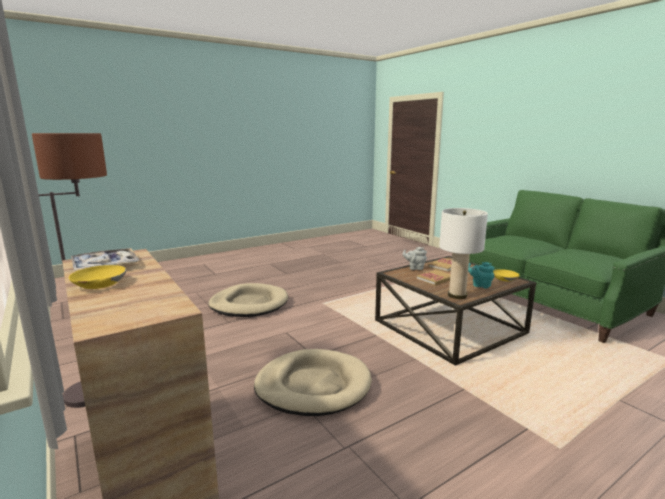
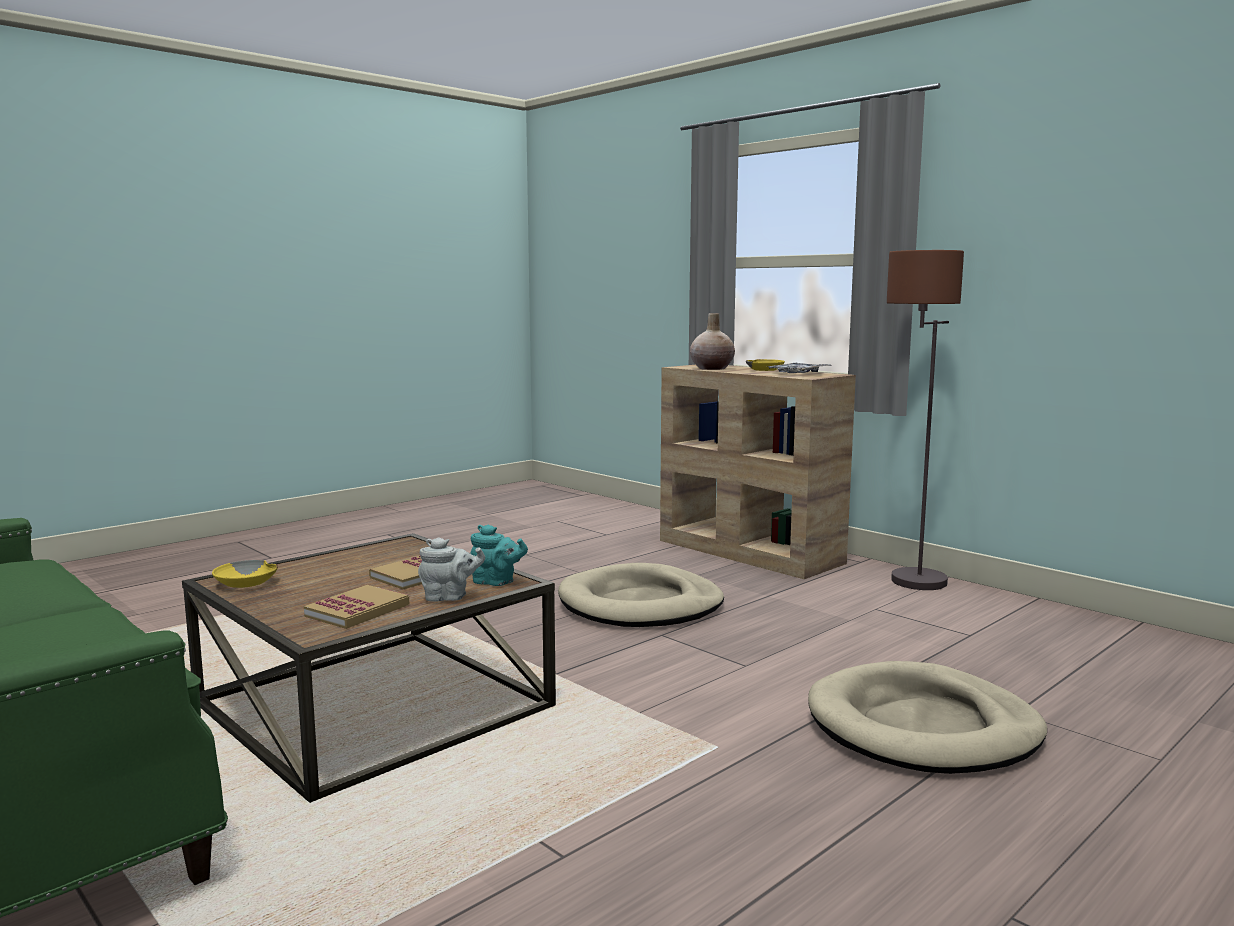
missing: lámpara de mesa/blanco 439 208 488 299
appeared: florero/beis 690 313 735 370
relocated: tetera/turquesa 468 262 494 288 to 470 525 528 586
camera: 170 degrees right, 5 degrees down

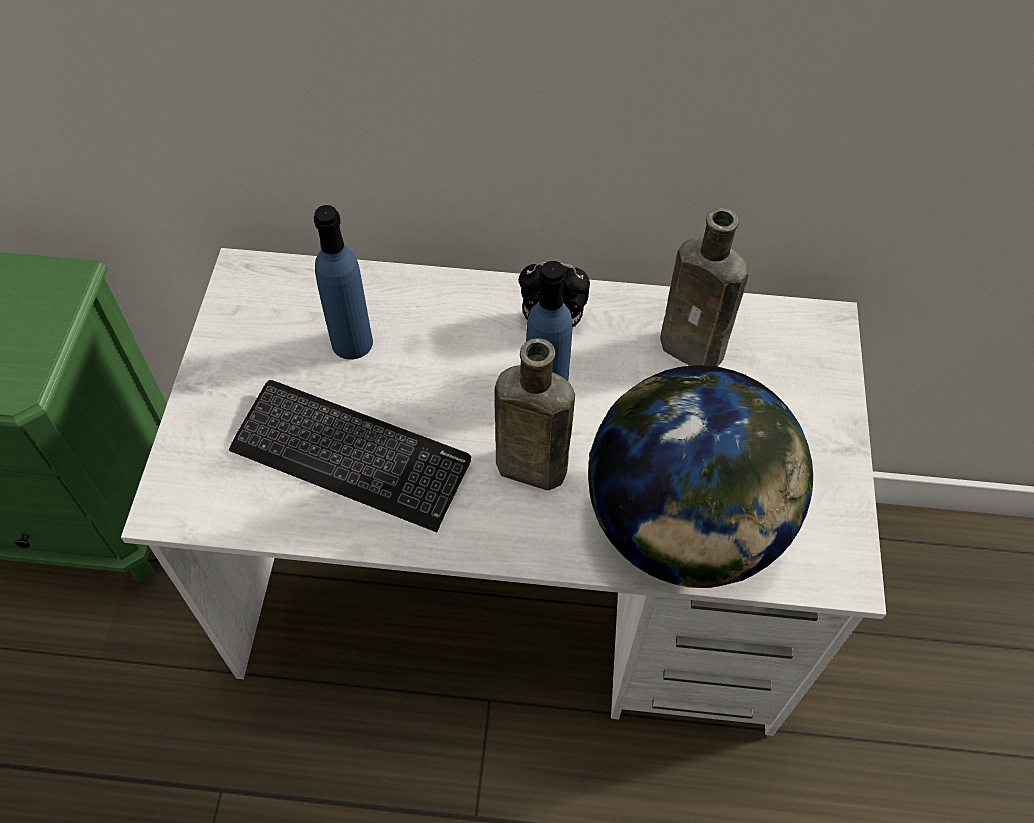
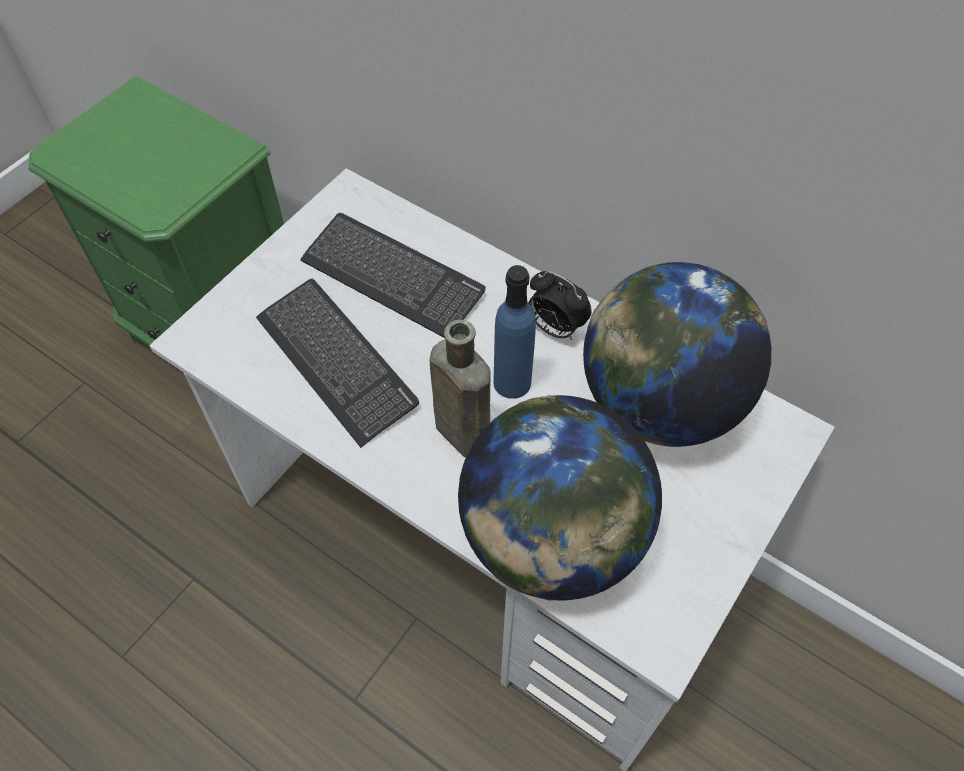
exchanged: botella/azul 314 205 373 360 to teclado 300 213 486 338; botella/marrón 660 208 749 367 to globo terráqueo 583 262 771 447
camera: 30 degrees right, 0 degrees up

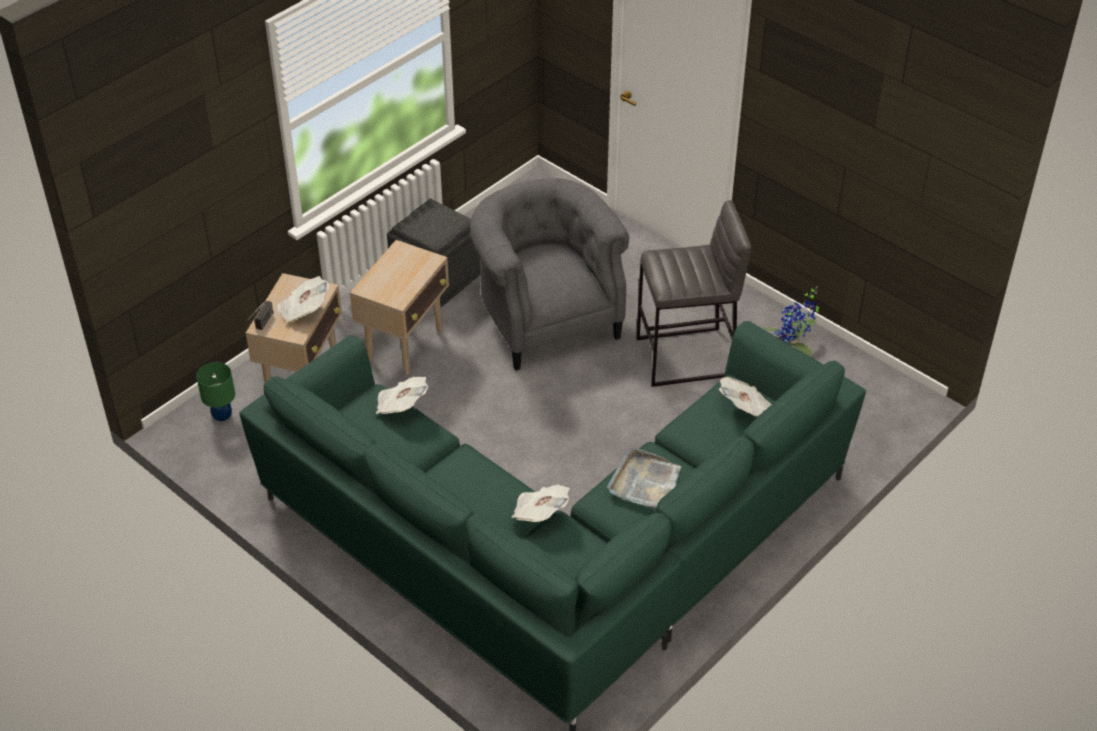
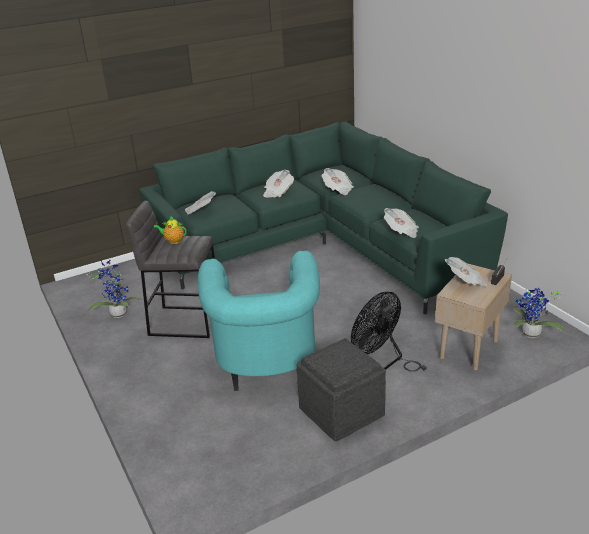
appeared: tetera 153 216 187 244
exchanged: bandeja/gris 607 448 681 509 to periódico 263 170 294 198; mesa auxiliar/beis 350 240 449 374 to ventilador/negro 351 292 427 372; lámpara de mesa/verde 196 362 235 421 to planta en maceta 512 288 564 338
colour: sillón/gris 470 178 629 371 to sillón/turquesa 198 251 320 391
camera: 160 degrees left, 15 degrees down

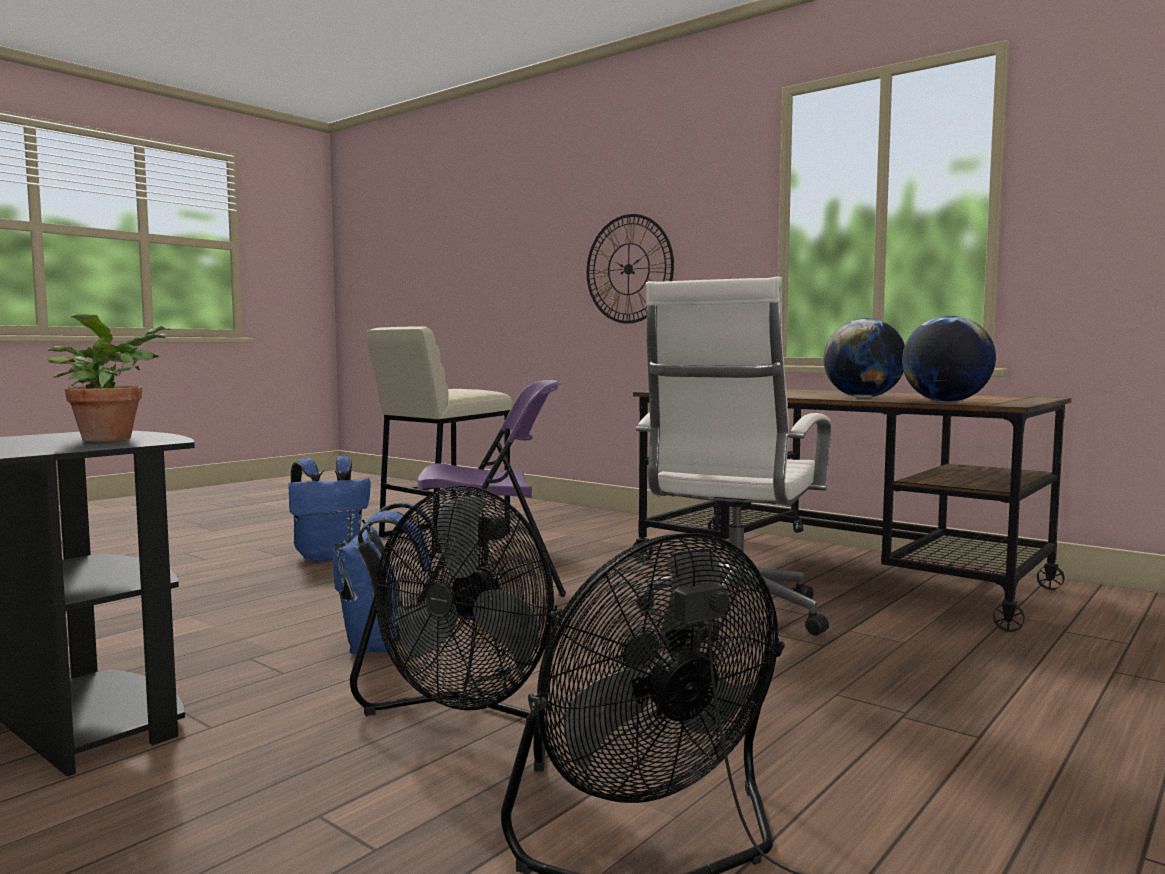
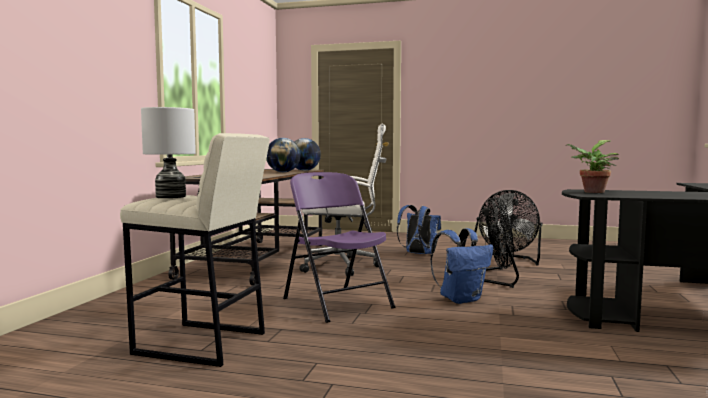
missing: reloj de pared 587 214 674 324
appeared: lámpara de mesa/gris 141 107 196 198
relocated: mochila/azul 288 456 371 562 to 397 205 441 254
camera: 115 degrees left, 0 degrees up

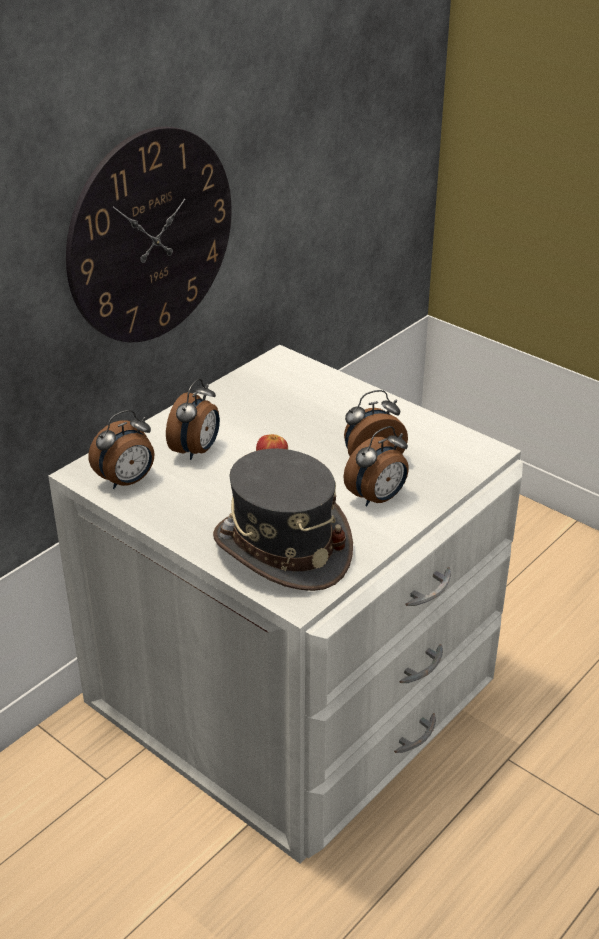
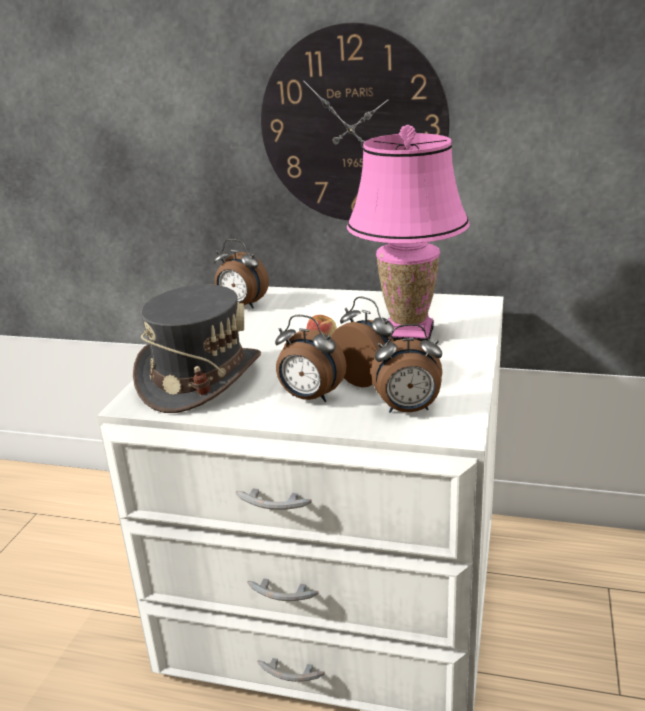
appeared: lámpara de mesa/rosa 347 125 470 341
relocated: despertador 166 379 220 460 to 371 324 442 412
camera: 65 degrees right, 10 degrees down

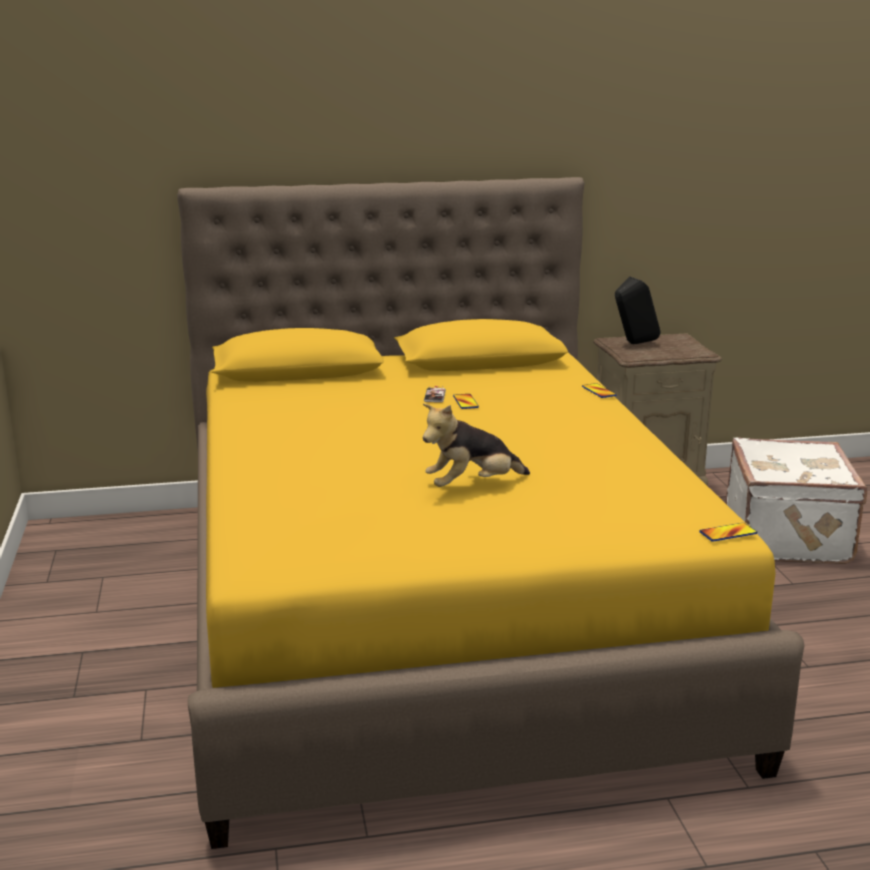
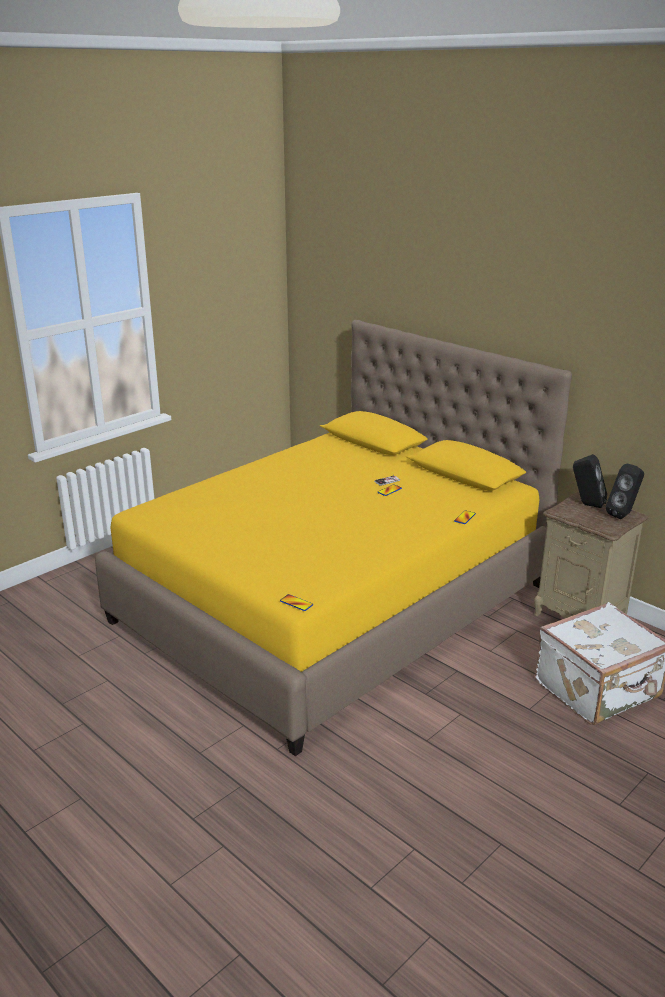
missing: peluche 423 403 530 487
appeared: altavoz/negro 606 463 644 519
camera: 55 degrees right, 5 degrees up

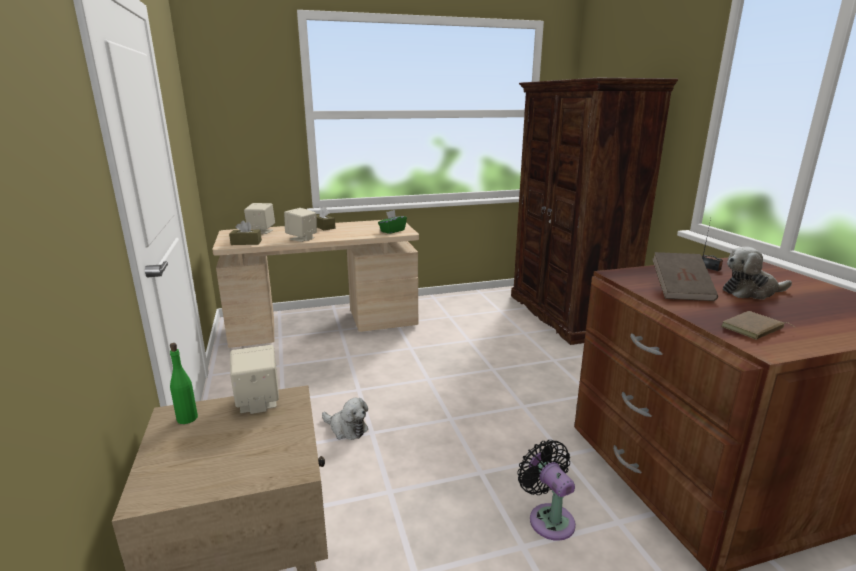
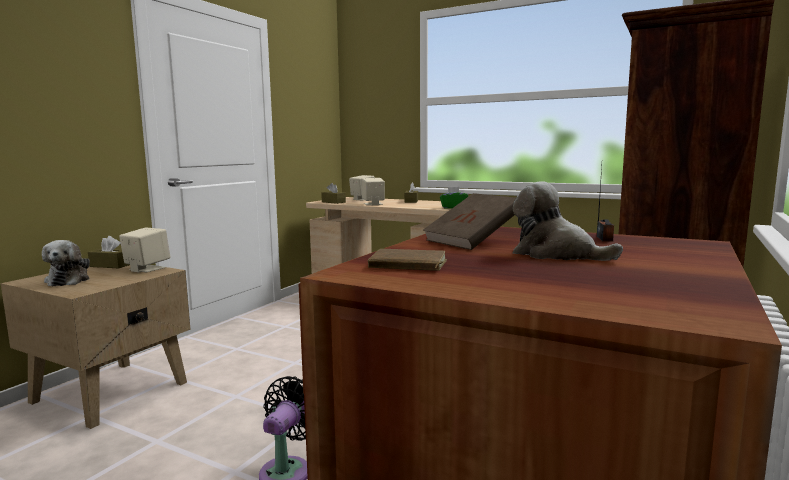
relocated: peluche 322 398 368 440 to 42 240 90 286
exchanged: botella/verde 170 343 198 424 to caja de pañuelos/marrón 88 236 130 268
camera: 45 degrees right, 10 degrees down

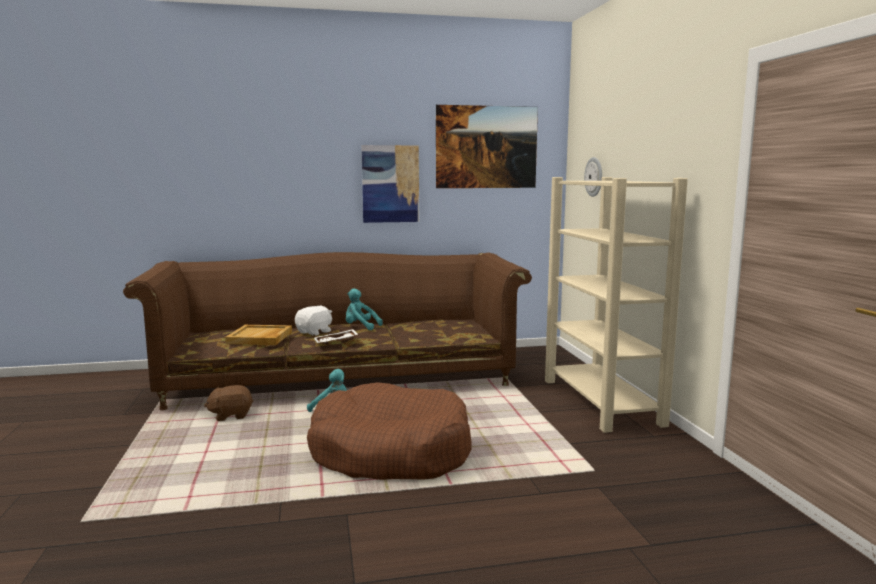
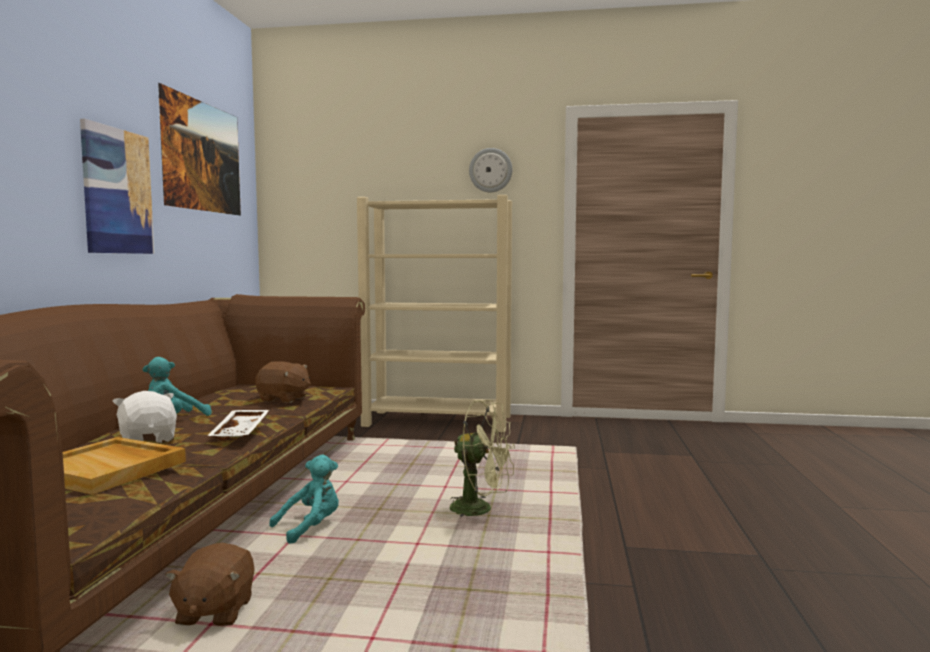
appeared: peluche/marrón 255 361 311 403
relocated: reloj de pared 584 157 602 197 to 469 148 512 192
exchanged: cama para perro/marrón 307 382 472 480 to ventilador/verde 450 400 515 516
camera: 70 degrees left, 5 degrees down

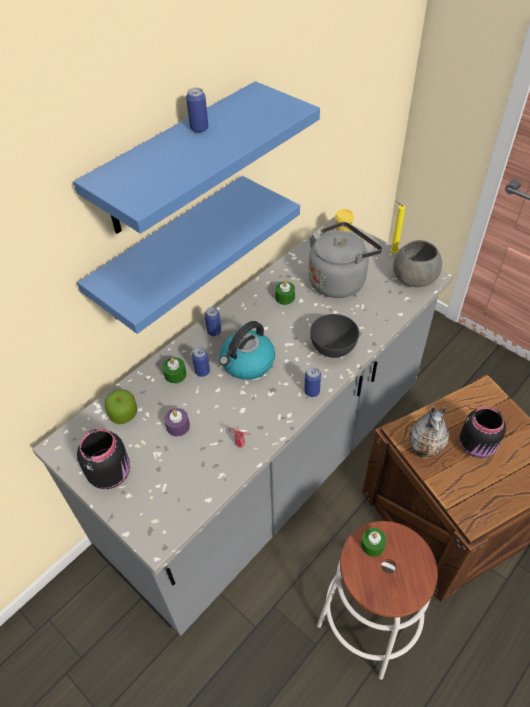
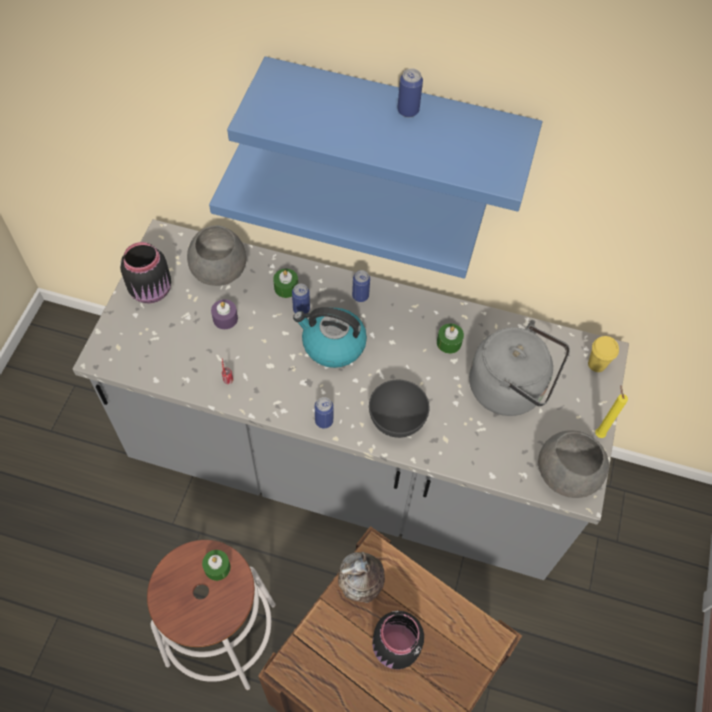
exchanged: manzana 105 389 137 424 to cuenco/gris 187 225 246 286
camera: 60 degrees right, 10 degrees up

